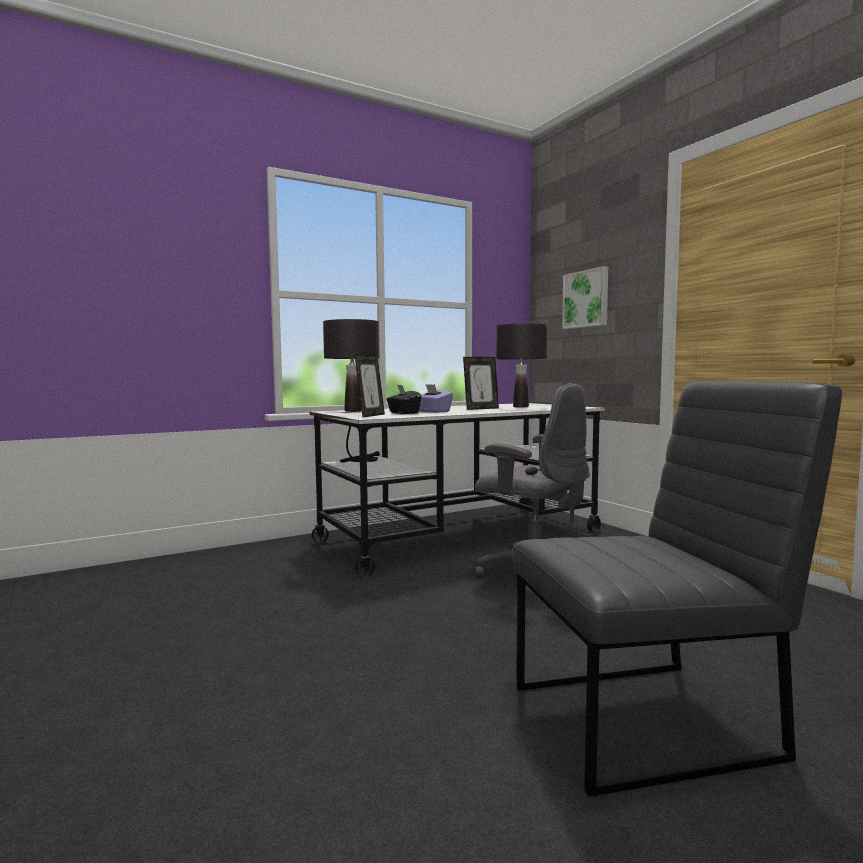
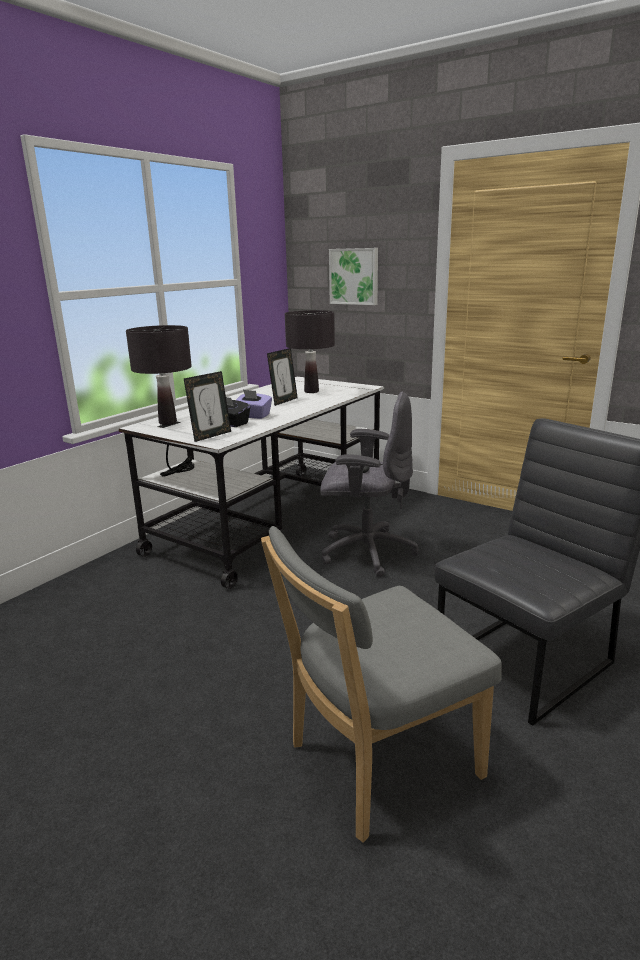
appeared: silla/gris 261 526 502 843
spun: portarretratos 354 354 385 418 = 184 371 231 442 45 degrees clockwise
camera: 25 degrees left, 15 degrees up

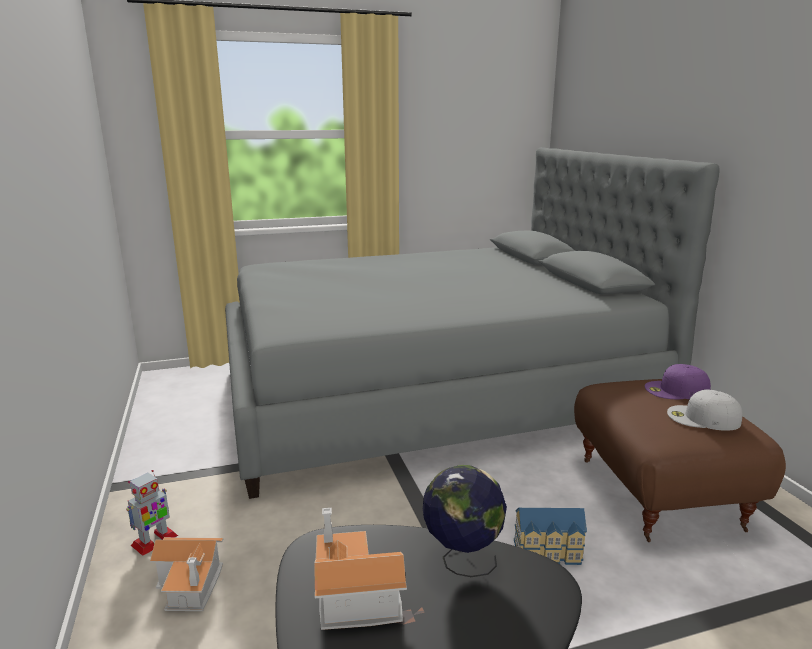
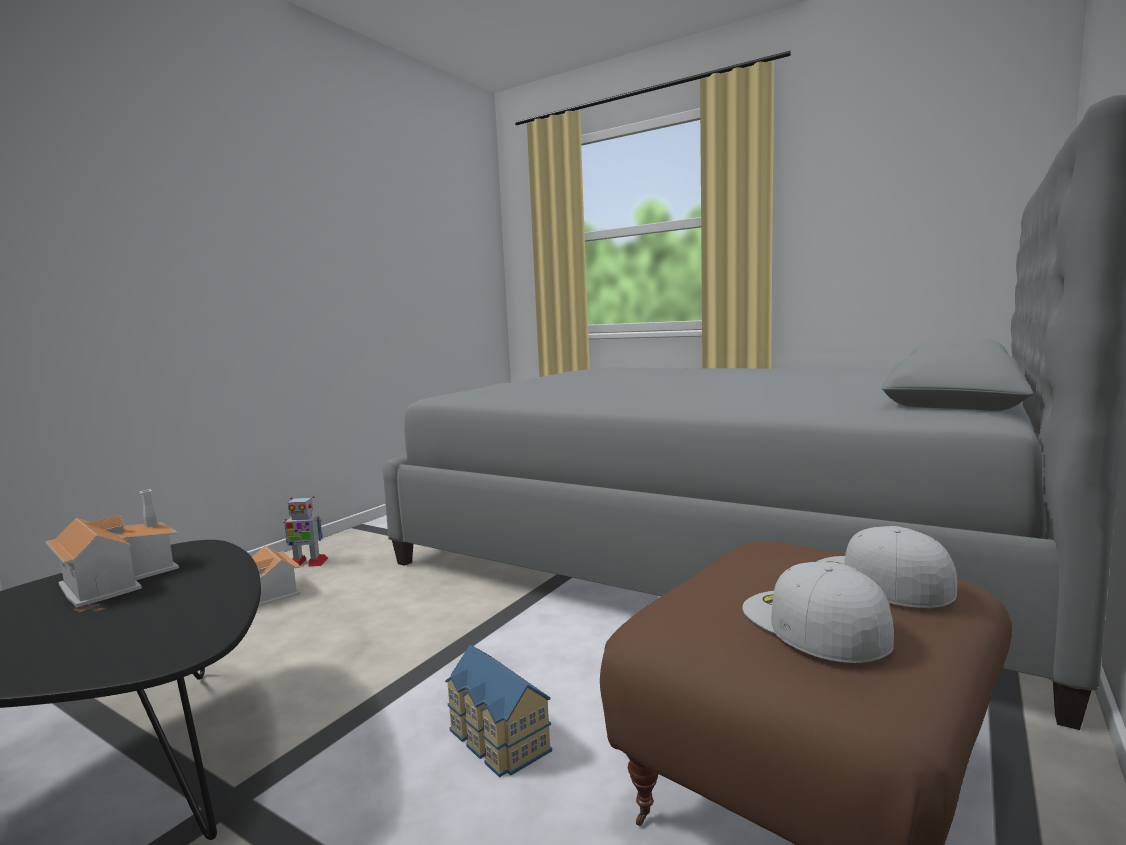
missing: globo terráqueo 423 465 507 577
colour: gorra/morado 645 364 711 399 to gorra/blanco 816 526 957 608
camera: 50 degrees right, 10 degrees down

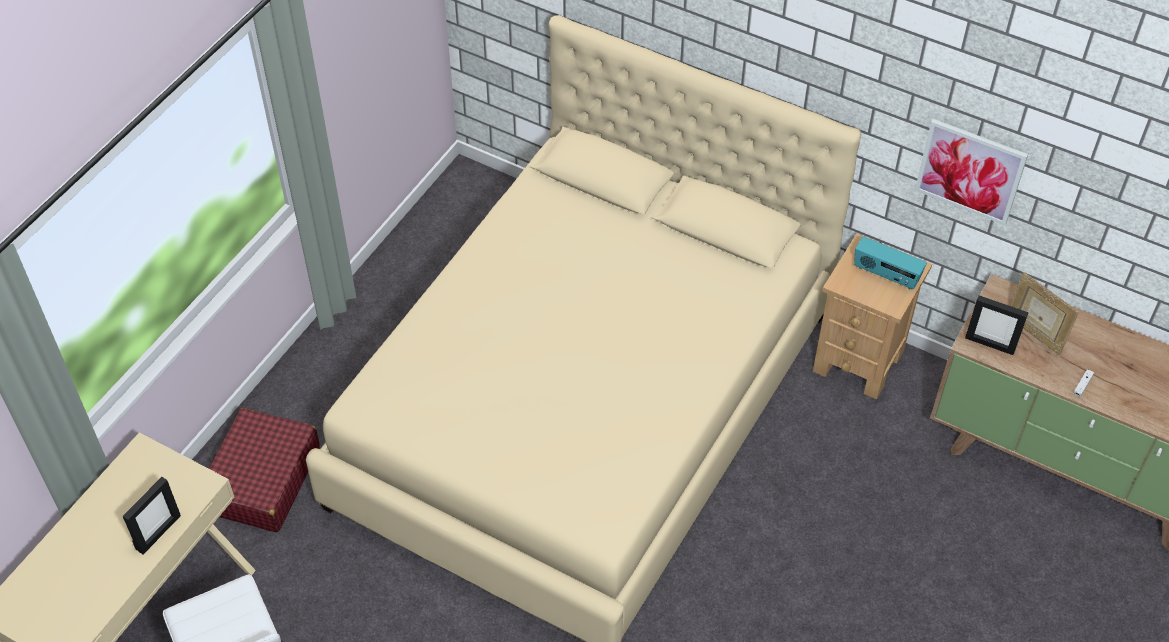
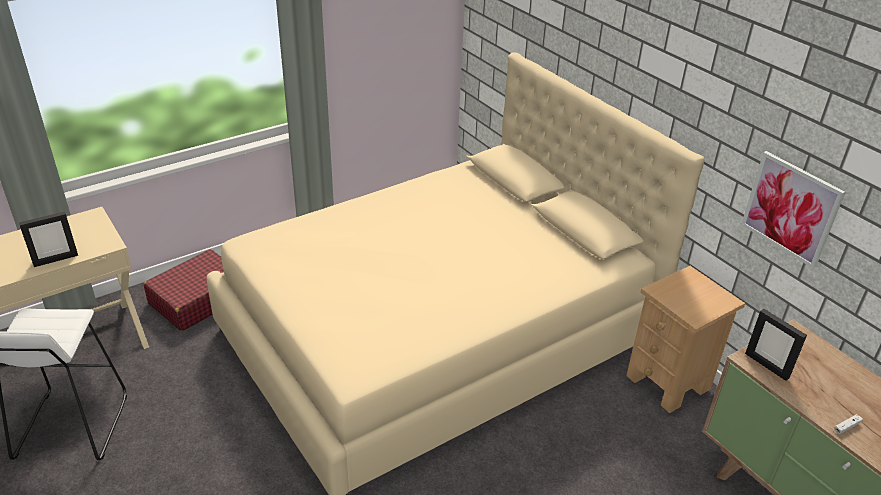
missing: radio 854 237 927 289; portarretratos 1010 272 1079 355
camera: 25 degrees right, 15 degrees down

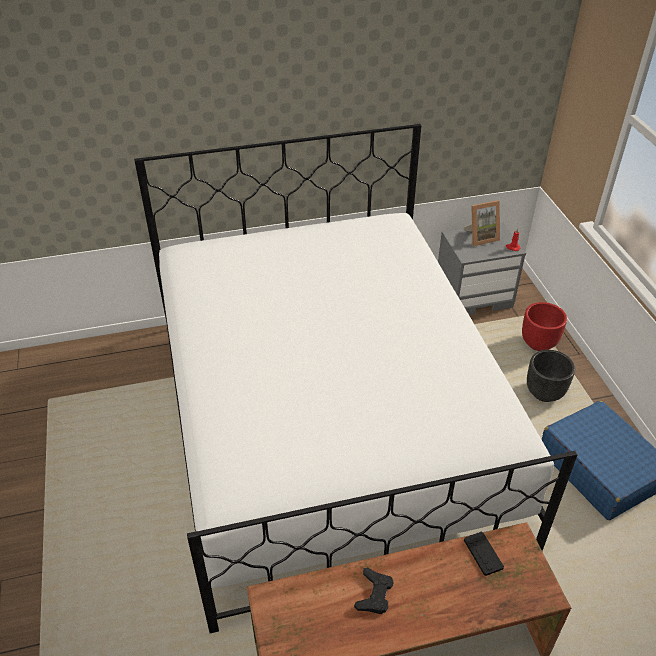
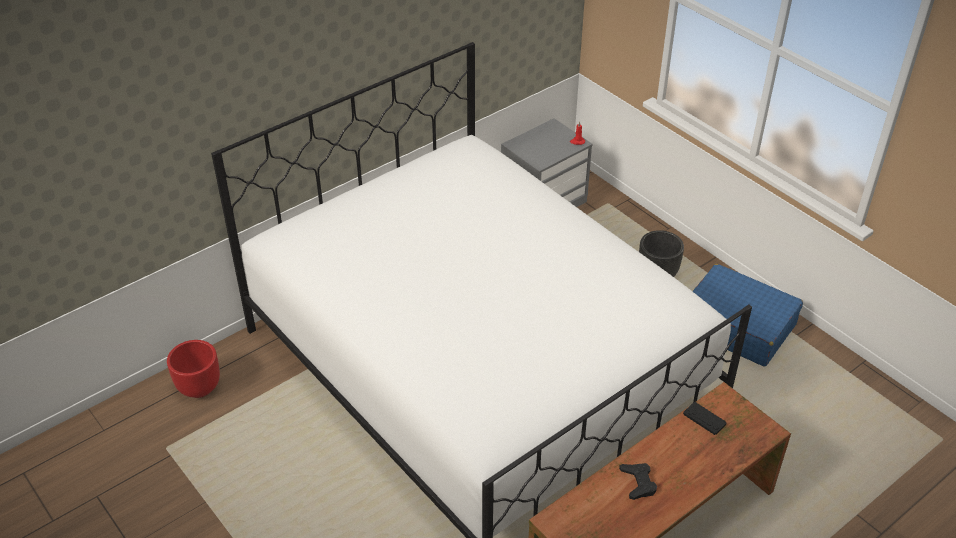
missing: portarretratos 464 200 500 246
relocated: maceta/rojo 522 302 567 351 to 167 340 220 398
camera: 25 degrees left, 0 degrees up

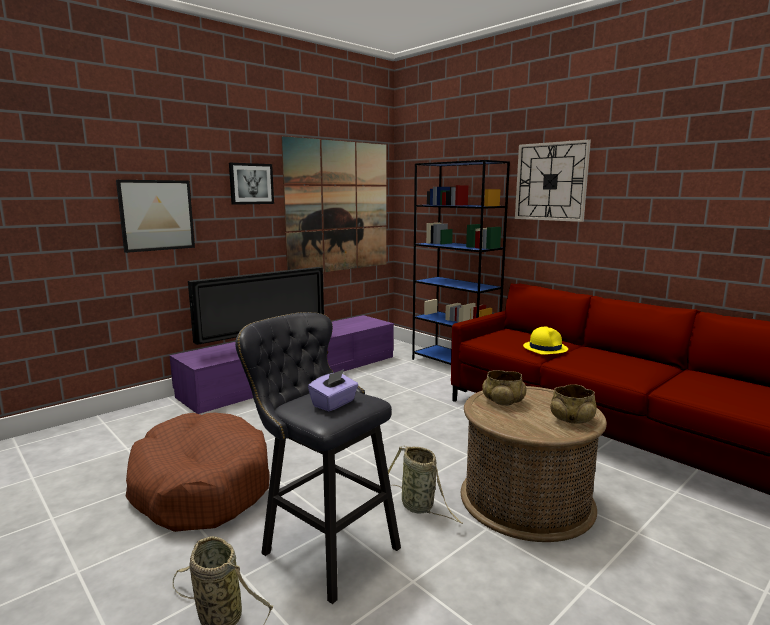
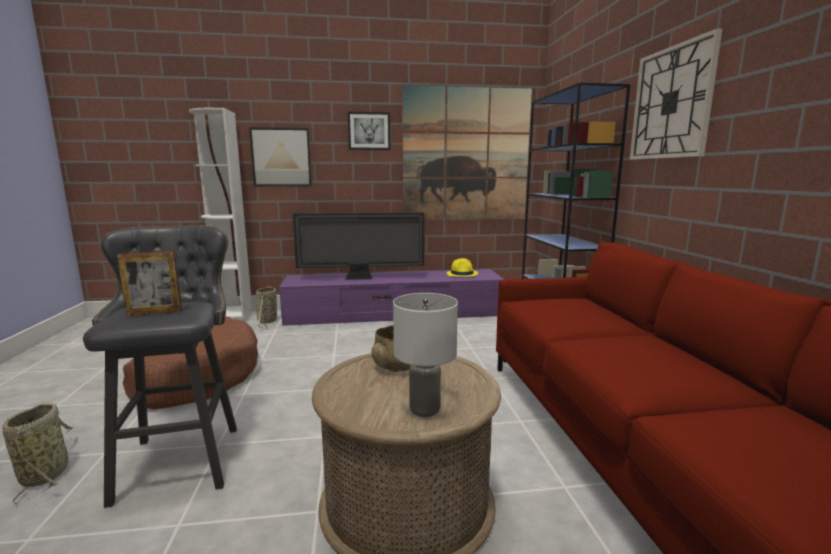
appeared: estantería/blanco 189 108 252 320
relocated: cesta 388 446 463 524 to 256 286 277 328; sombrero/amarillo 523 327 568 355 to 447 258 478 277
exchanged: caja de pañuelos/morado 308 369 358 411 to portarretratos 117 251 182 316; cuenco/beis 550 384 597 424 to lámpara de mesa/blanco 393 293 458 417
camera: 35 degrees right, 0 degrees up

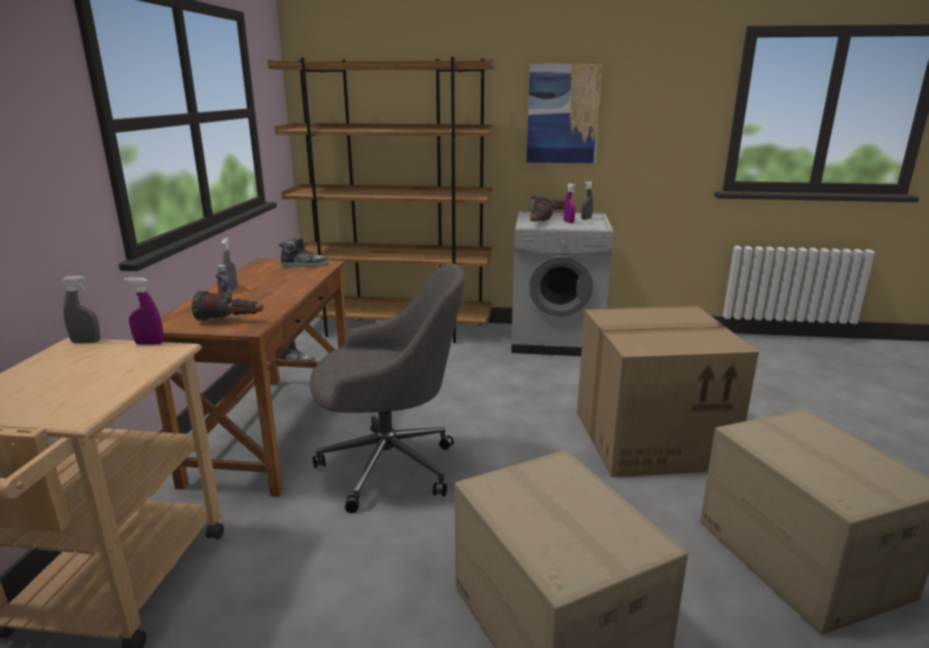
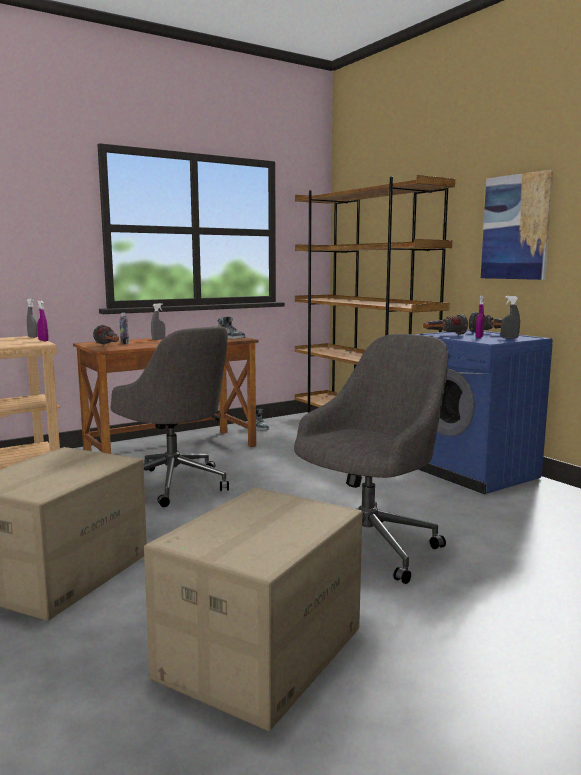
exchanged: caja de cartón 577 306 759 477 to silla de oficina/gris 294 334 448 584
colour: lavadora/blanco 511 212 614 356 to lavadora/azul 413 330 553 494
camera: 50 degrees right, 10 degrees down

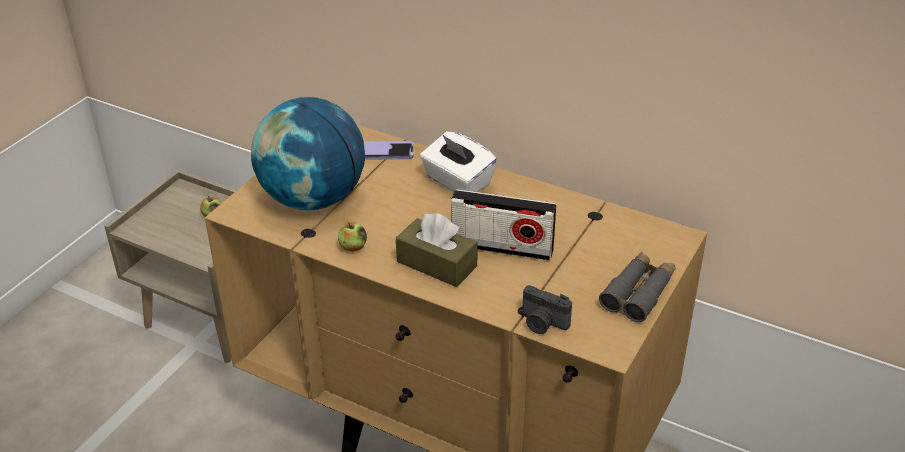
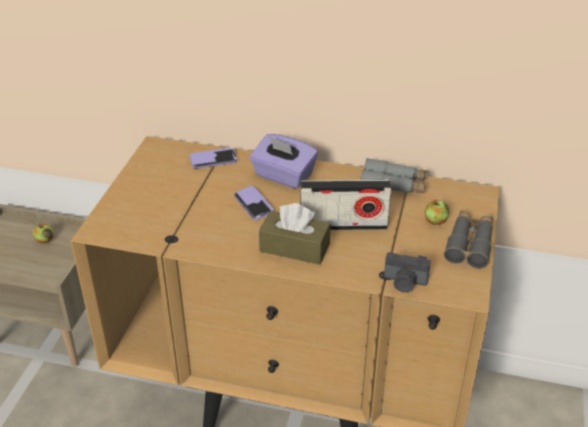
missing: globo terráqueo 251 97 365 211
appeared: móvil 234 186 274 220; prismáticos/gris 361 158 428 193
relocated: manzana 338 222 367 252 to 425 200 449 225
colour: caja de pañuelos/blanco 420 131 497 192 to caja de pañuelos/morado 250 134 318 189
camera: 15 degrees left, 0 degrees up

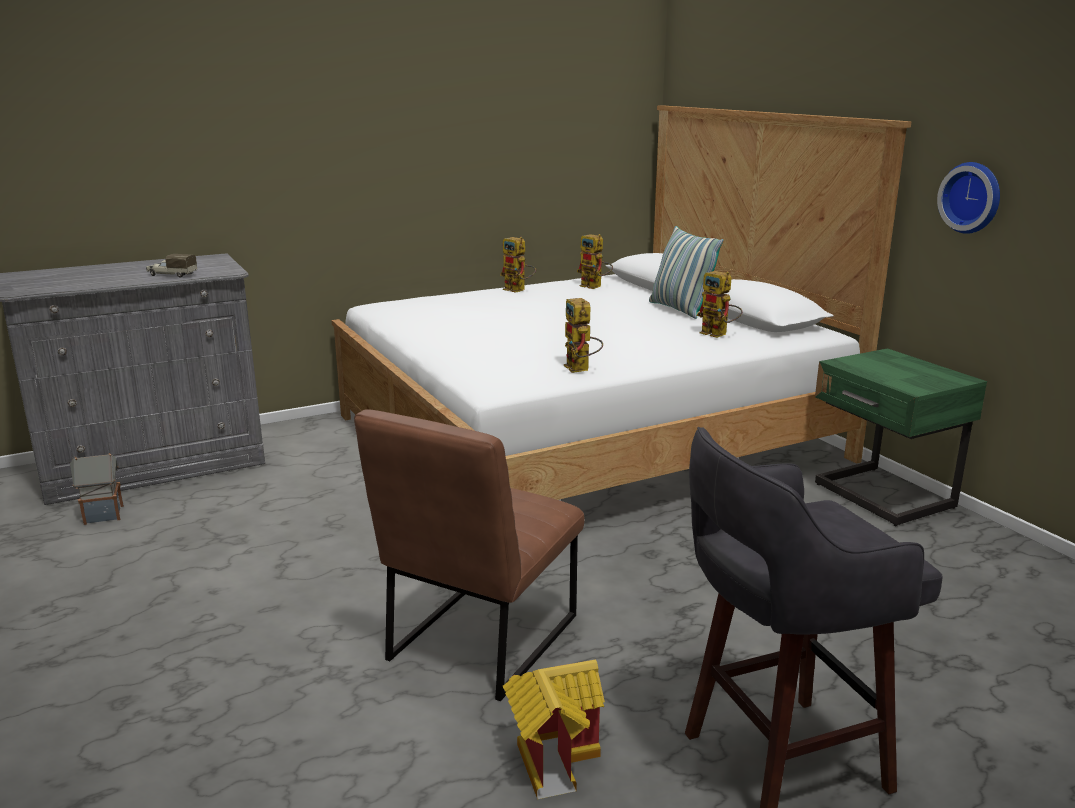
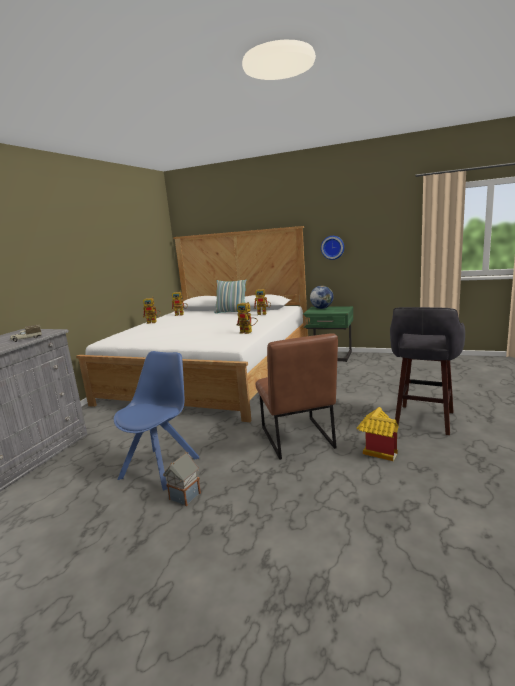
appeared: silla/azul 114 351 199 491; globo terráqueo 310 285 334 309
relocated: casita 70 453 124 525 to 163 452 201 506
camera: 40 degrees left, 5 degrees down

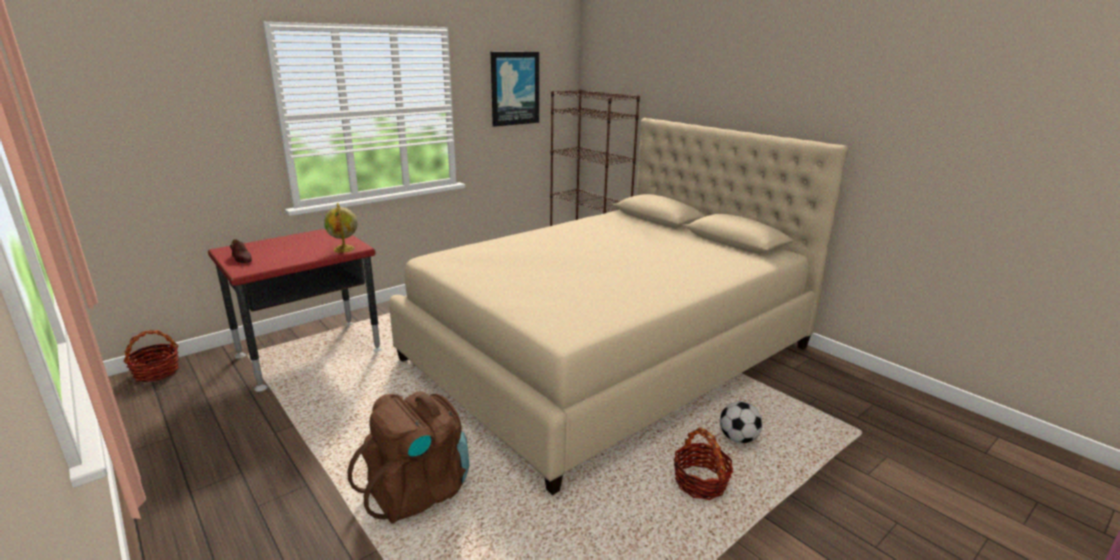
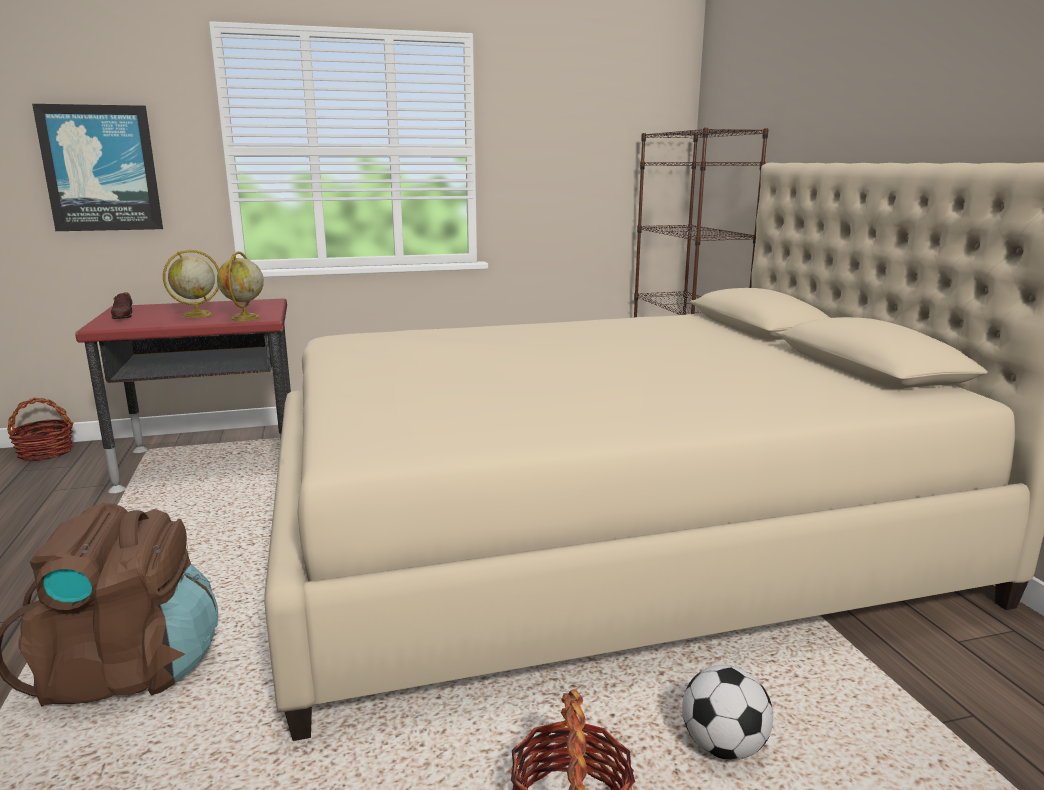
appeared: globo terráqueo 163 250 219 318
relocated: cuadro 491 52 539 127 to 32 104 163 231
camera: 25 degrees right, 5 degrees down

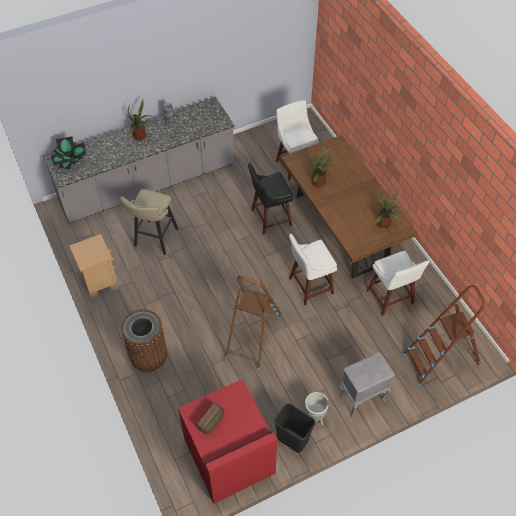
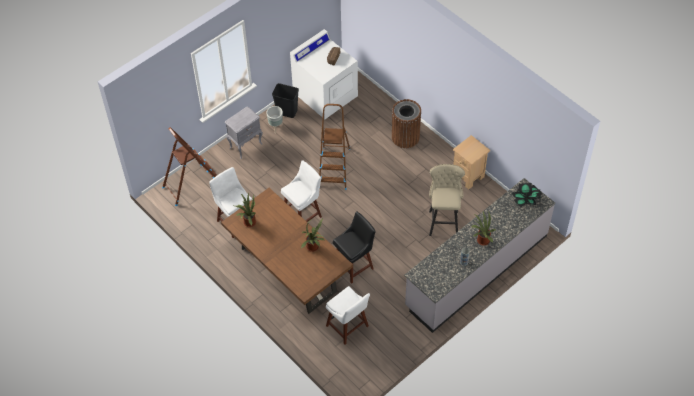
colour: lavadora/rojo 178 379 277 503 to lavadora/blanco 290 29 358 119
camera: 165 degrees right, 0 degrees up

